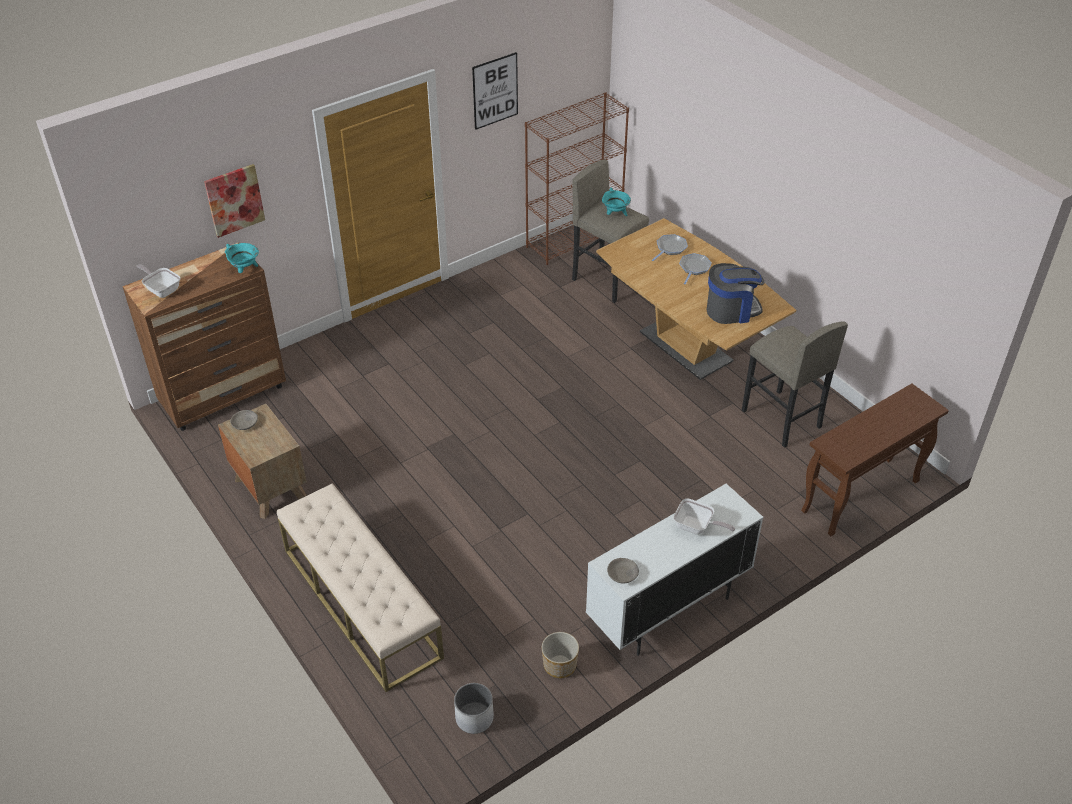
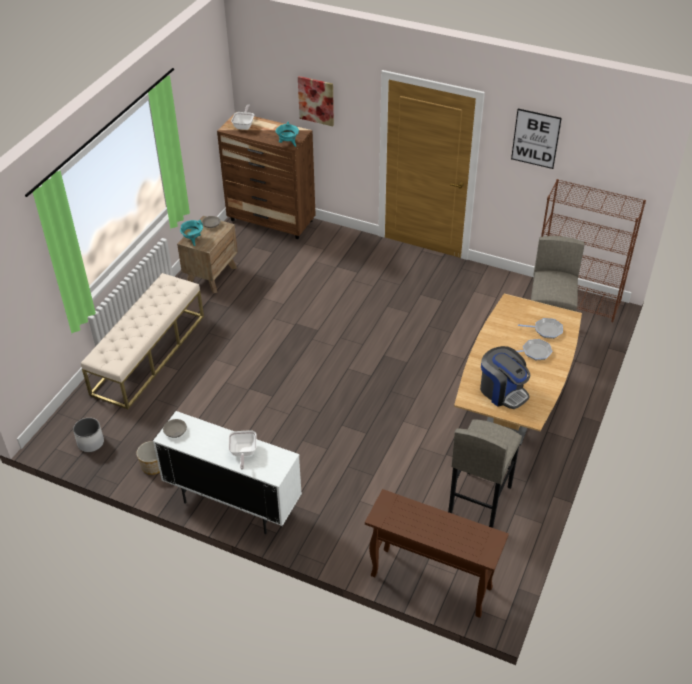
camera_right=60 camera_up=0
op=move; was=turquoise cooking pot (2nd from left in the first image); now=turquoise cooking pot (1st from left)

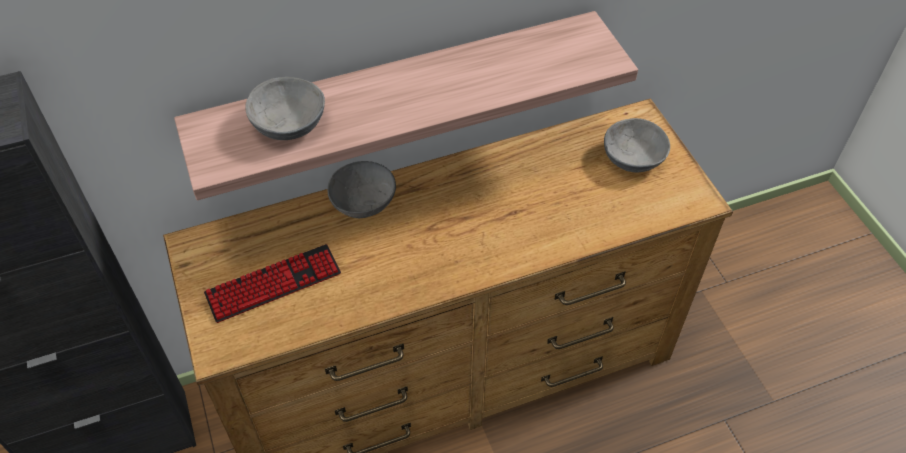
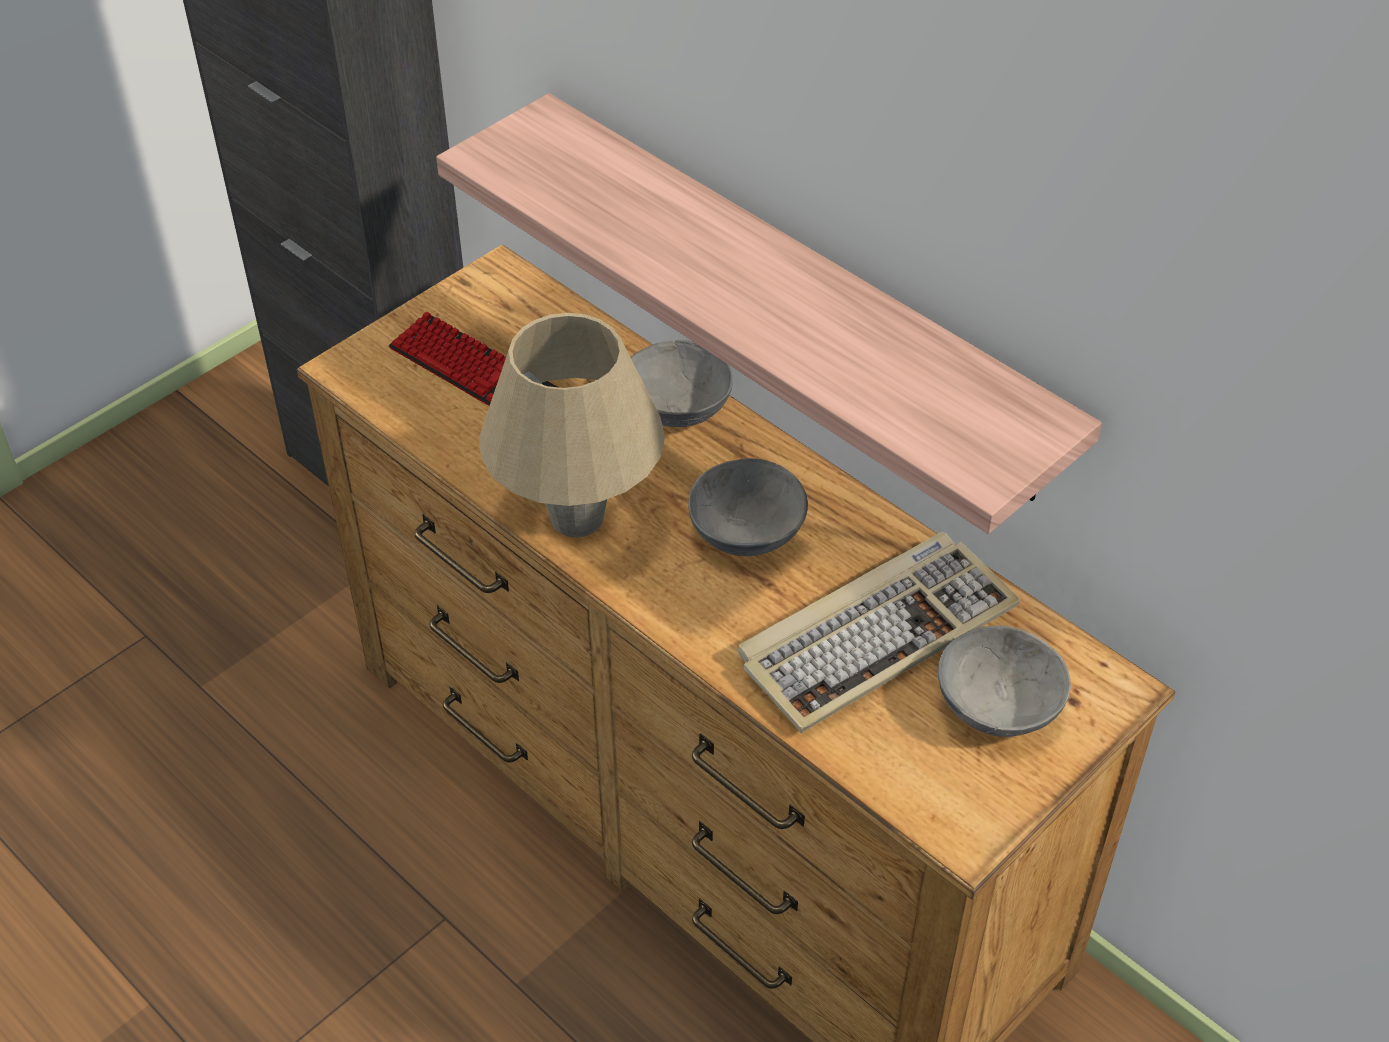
camera_right=65 camera_up=-5
op=move; was=grey bowl (1st from left in the first image); now=grey bowl (2nd from left)
op=insert; now=beige table lamp
op=insert; now=keyboard (2nd from left)

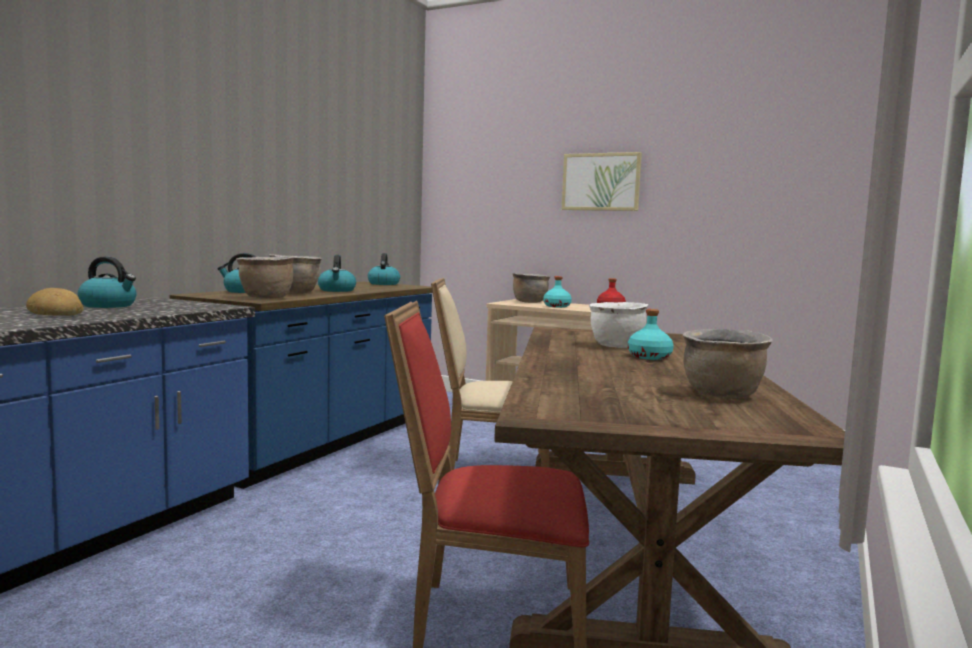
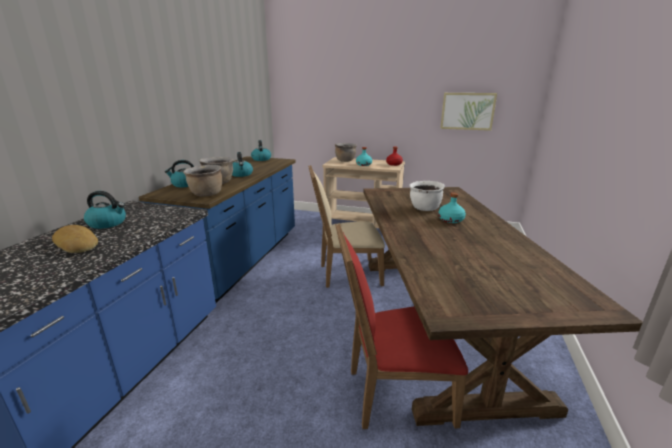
camera_right=-10 camera_up=15
op=move; was=picture
op=delete; was=brown cooking pot (4th from left)

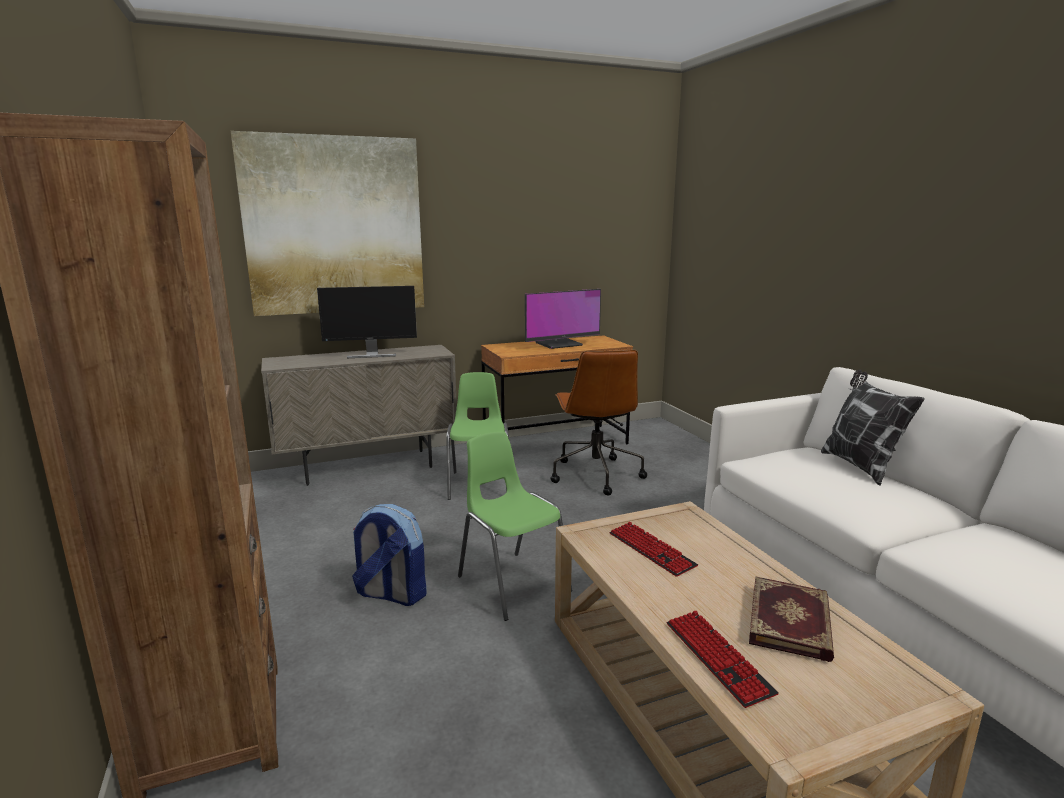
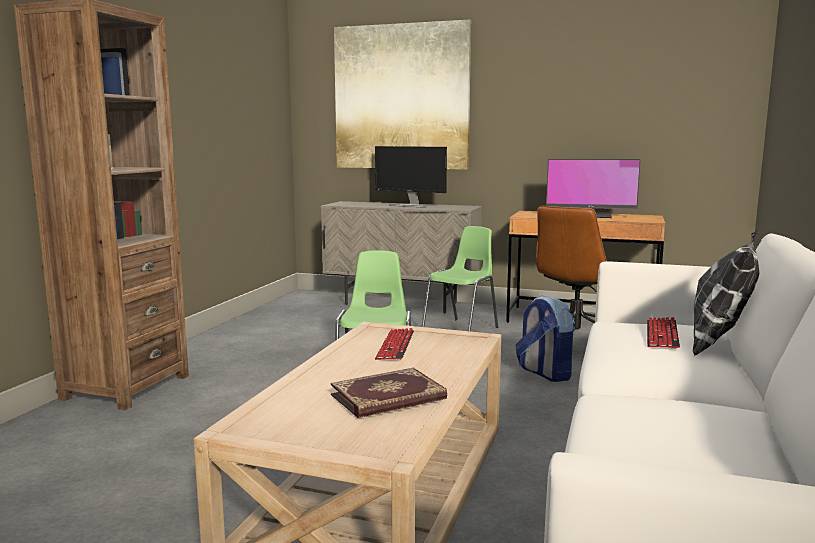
camera_right=40 camera_up=-5
op=move; was=backpack
op=move; was=keyboard (2nd from left)

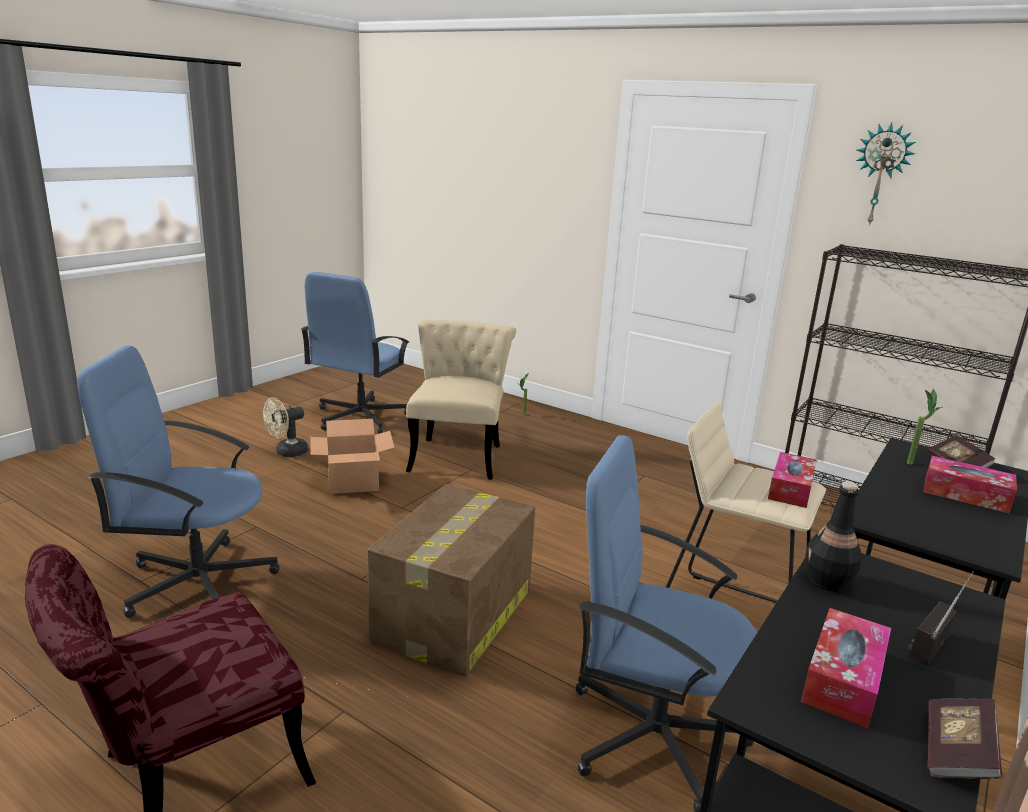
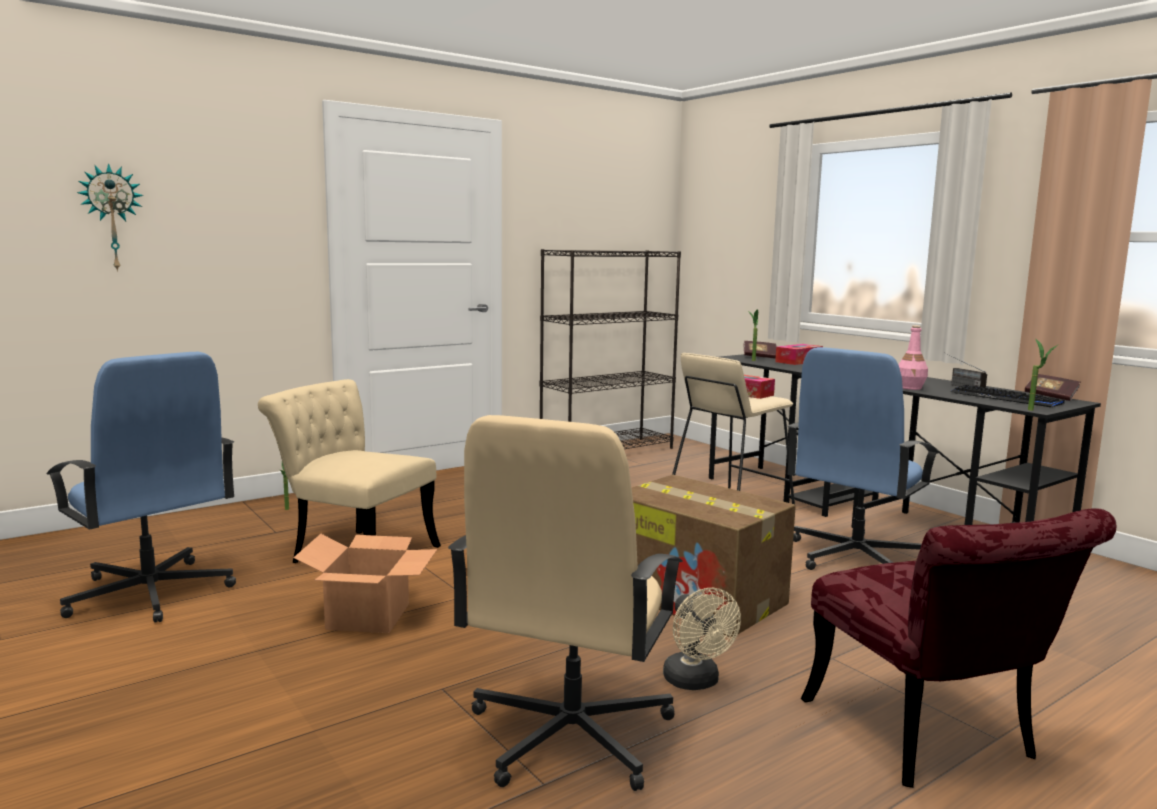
camera_right=-70 camera_up=-10
op=recolor; was=blue office chair (1st from left); now=beige office chair
op=move; was=beige fan
op=replace; was=tissue box (2nd from left); now=keyboard
op=recolor; was=black bottle; now=pink bottle
op=move; was=wall clock
op=insert; now=potted plant (3rd from left)

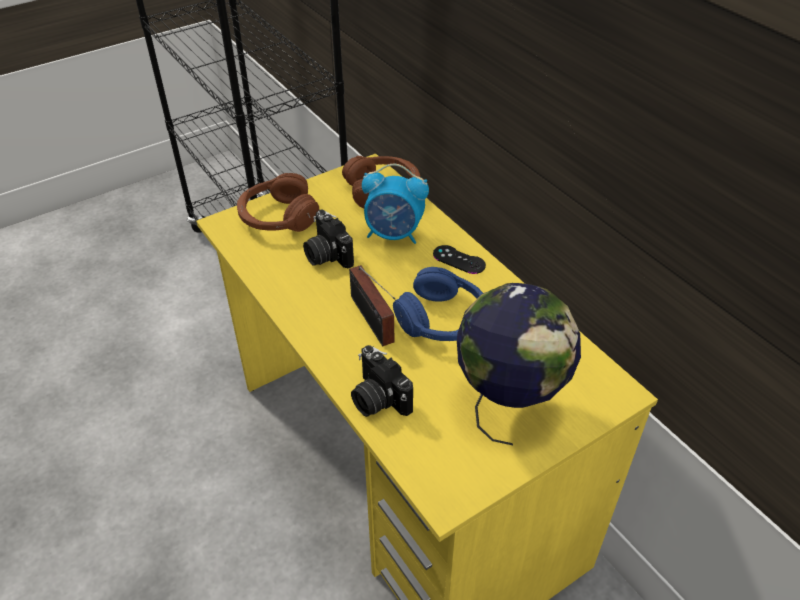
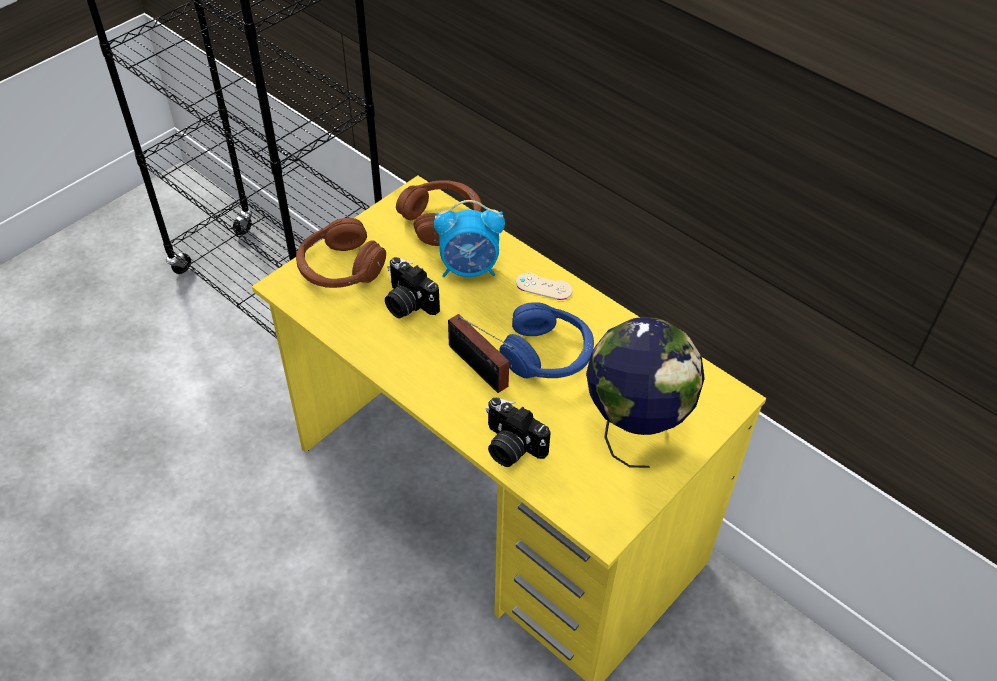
camera_right=-15 camera_up=5
op=recolor; was=black game controller; now=beige game controller

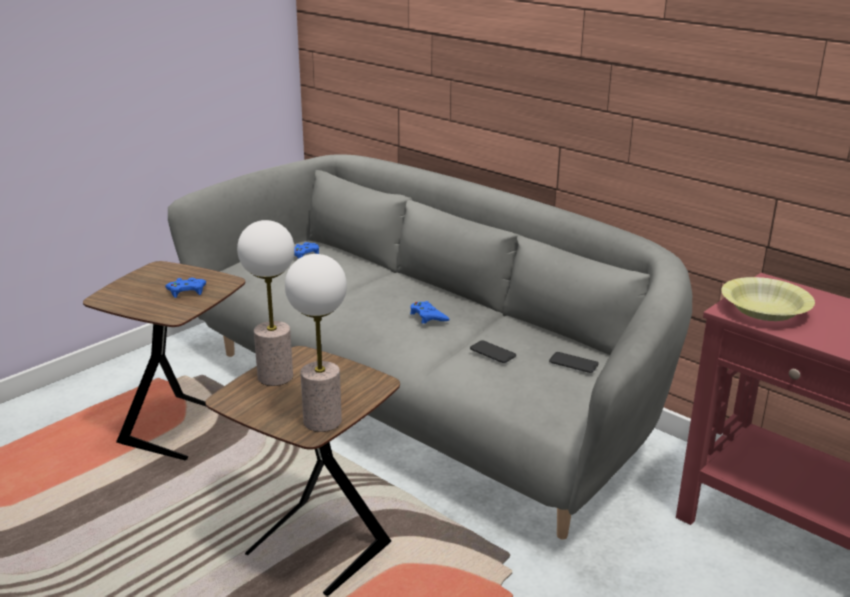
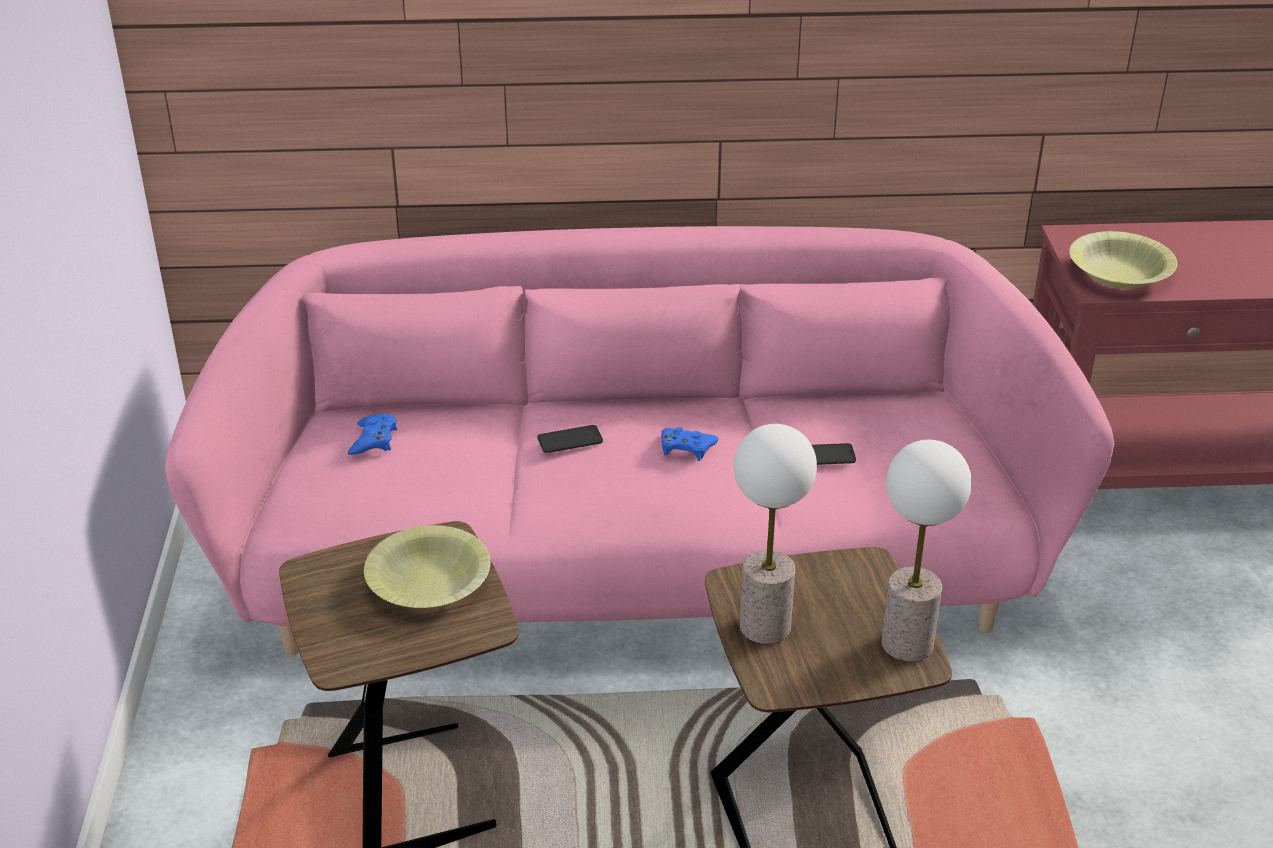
camera_right=-45 camera_up=10
op=replace; was=blue game controller (1st from left); now=yellow bowl (1st from left)
op=recolor; was=grey sofa; now=pink sofa
op=move; was=phone (2nd from left in the first image); now=phone (1st from left)

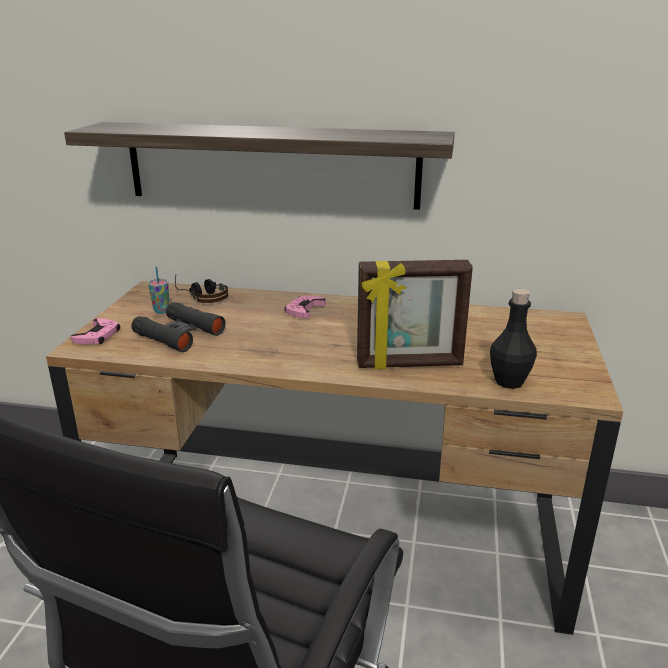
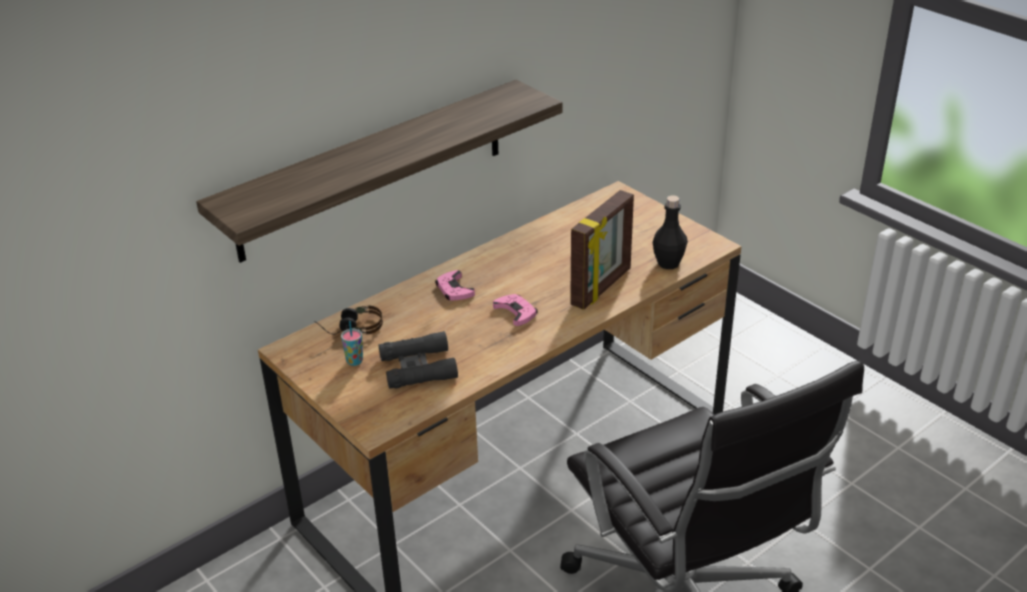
camera_right=-50 camera_up=10
op=move; was=pink game controller (1st from left in the first image); now=pink game controller (2nd from left)

